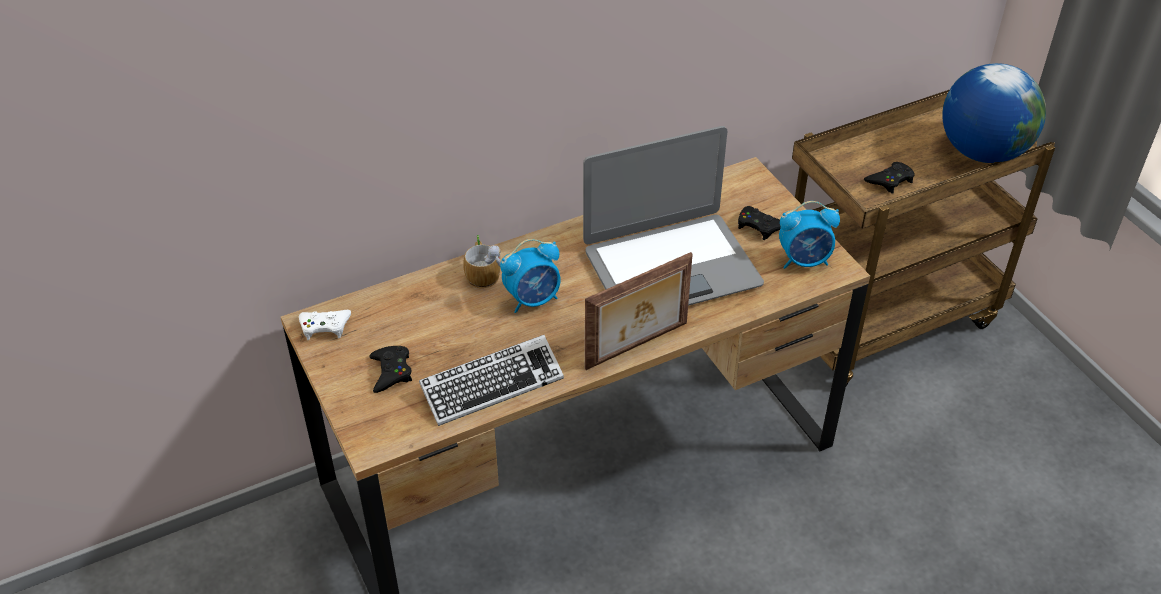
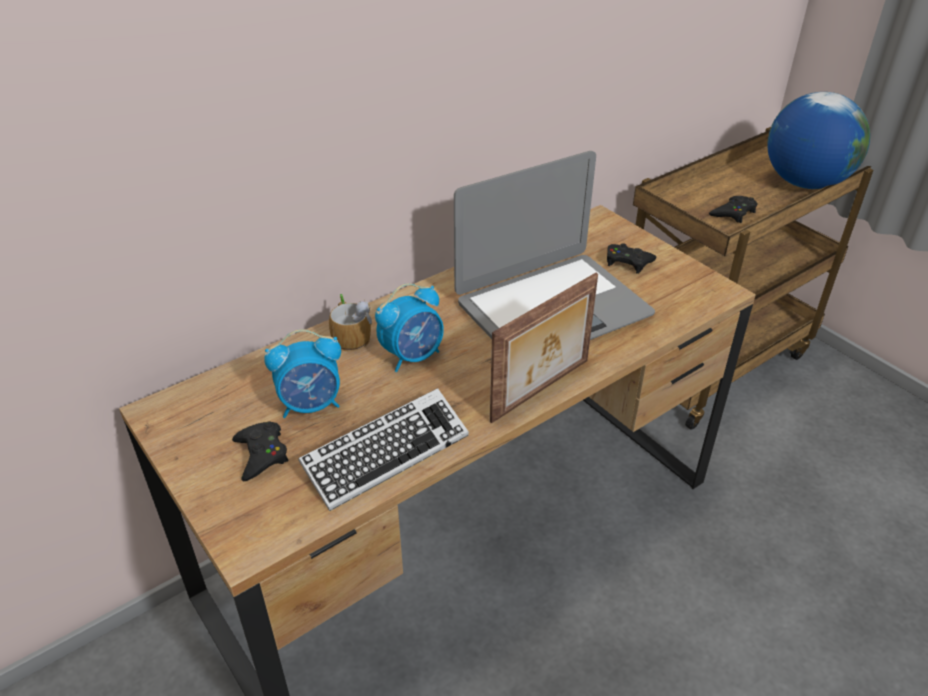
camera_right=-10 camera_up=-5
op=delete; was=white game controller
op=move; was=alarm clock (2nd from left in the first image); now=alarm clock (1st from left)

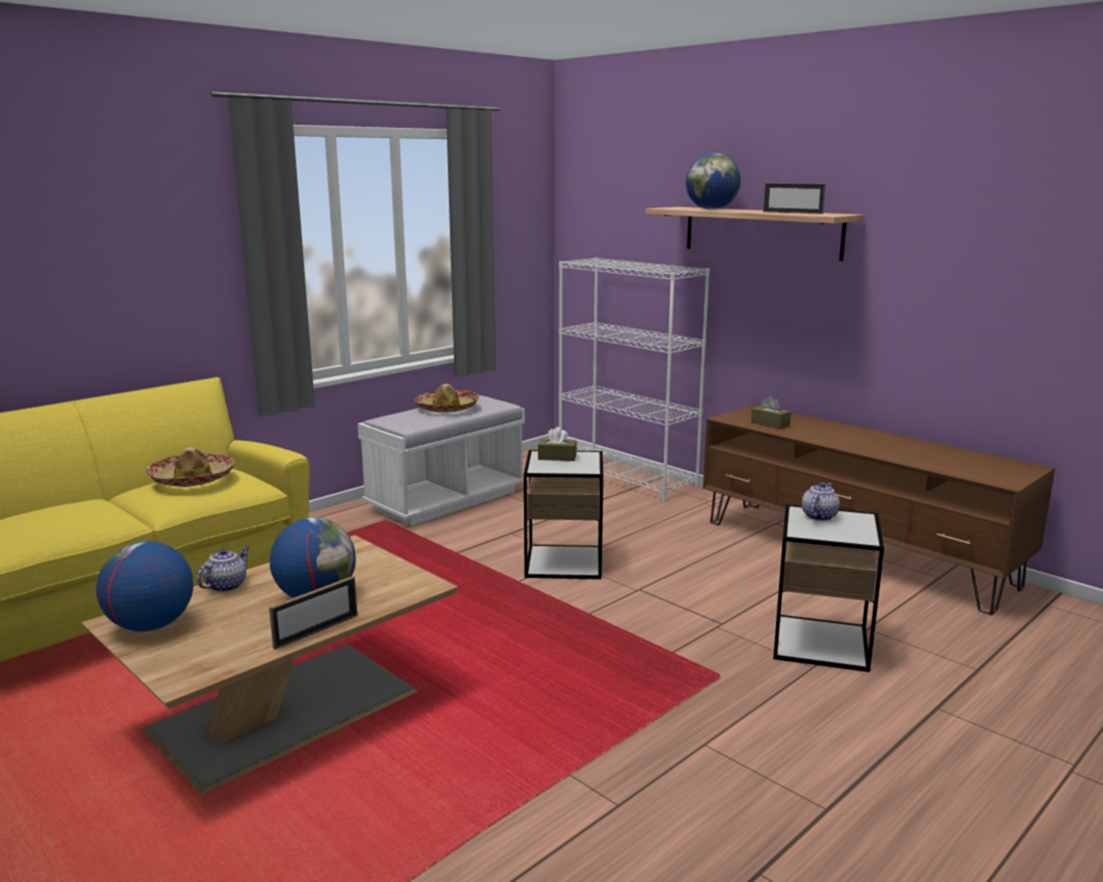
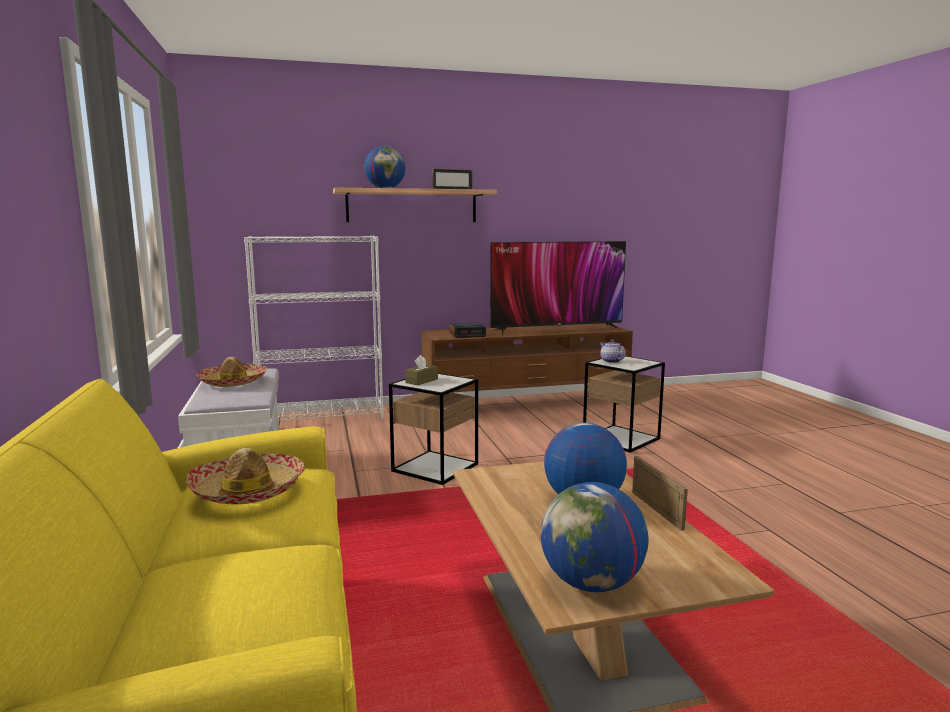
camera_right=-60 camera_up=-5
op=delete; was=teapot (1st from left)
op=replace; was=brown tissue box (2nd from left); now=alarm clock
op=insert; now=television

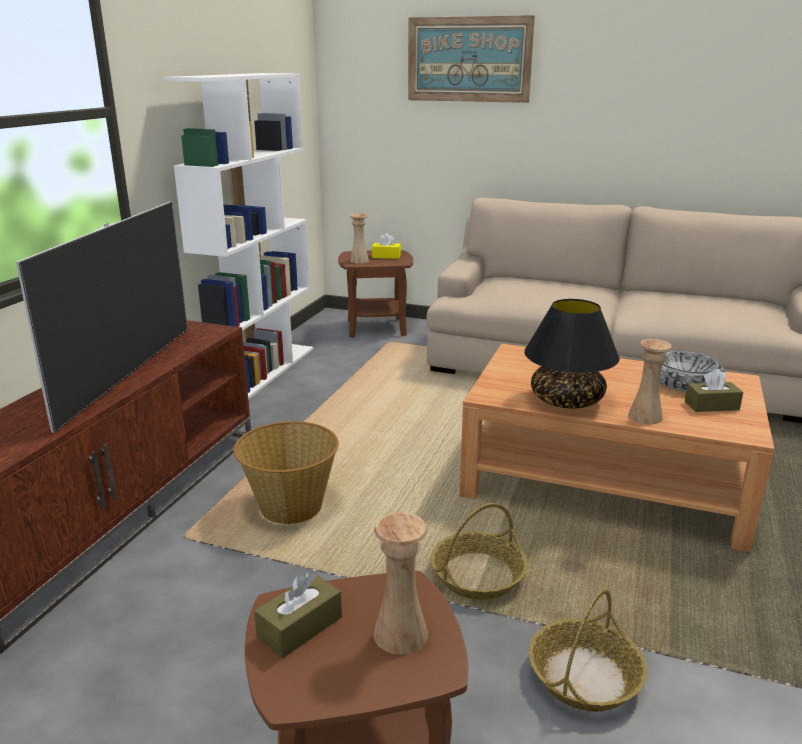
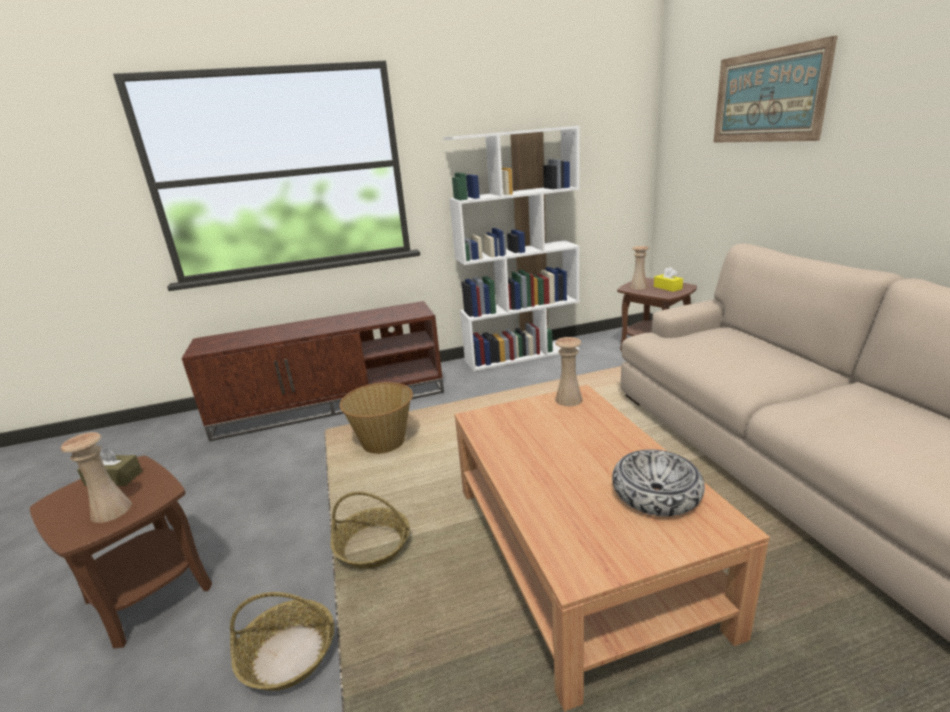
camera_right=55 camera_up=0
op=delete; was=television
op=delete; was=black table lamp
op=move; was=beige vase (3rd from left in the first image); now=beige vase (2nd from left)
op=delete; was=brown tissue box (2nd from left)

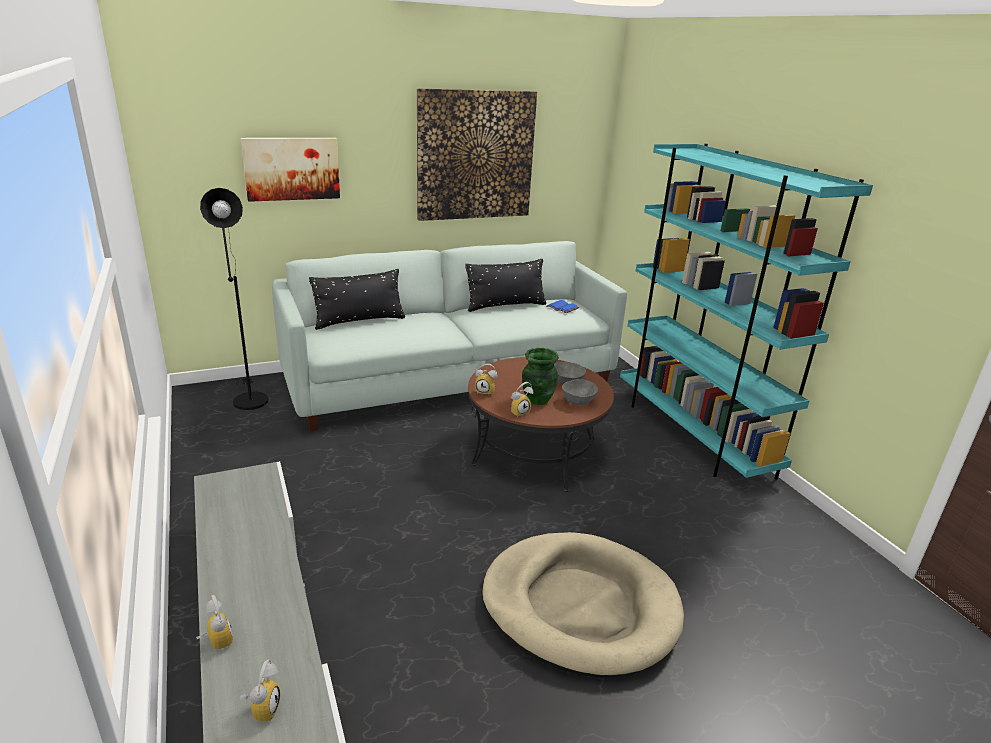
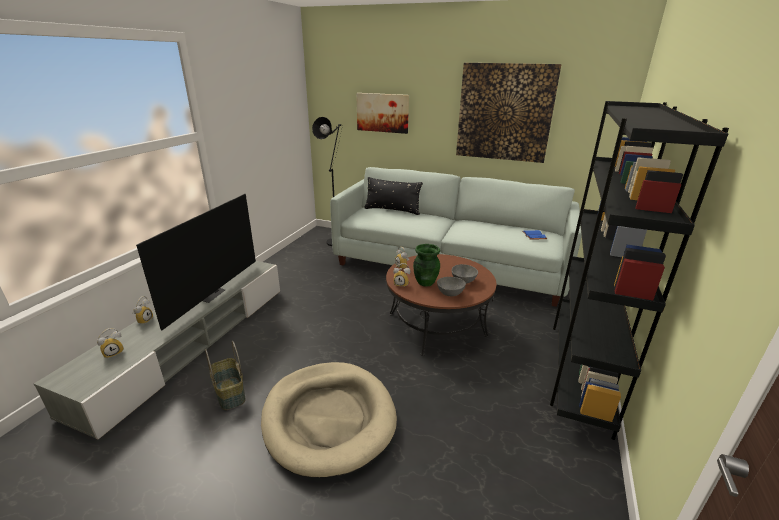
camera_right=45 camera_up=0
op=delete; was=black pillow (2nd from left)
op=recolor; was=turquoise bookcase; now=black bookcase
op=insert; now=television
op=insert; now=basket

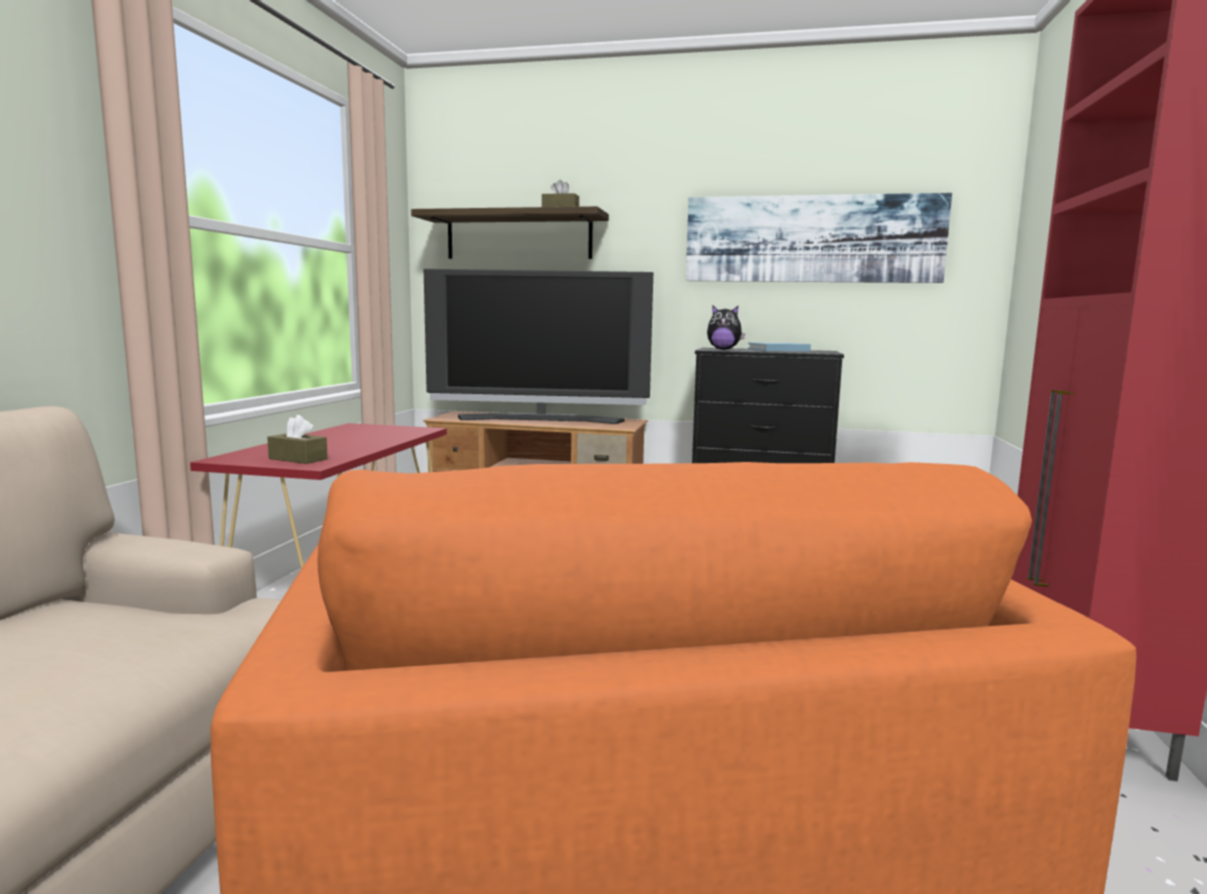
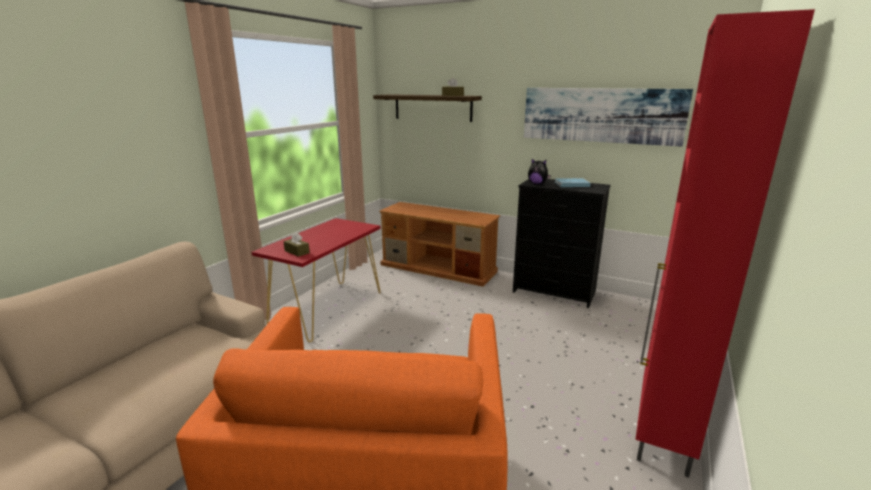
camera_right=15 camera_up=10
op=delete; was=television

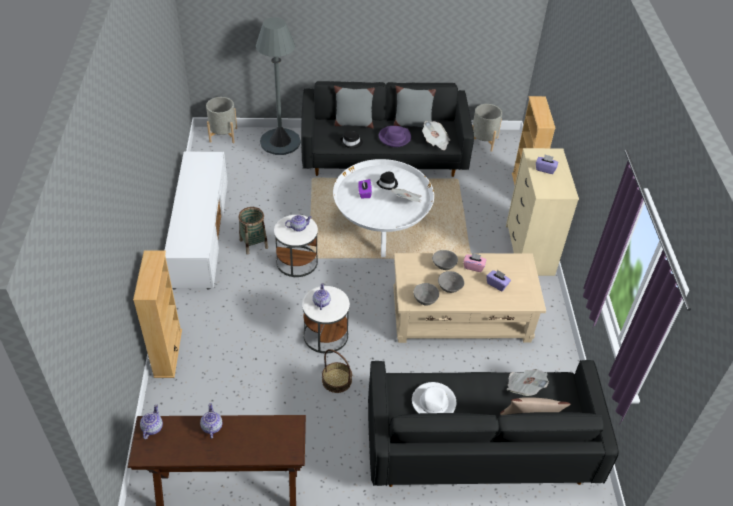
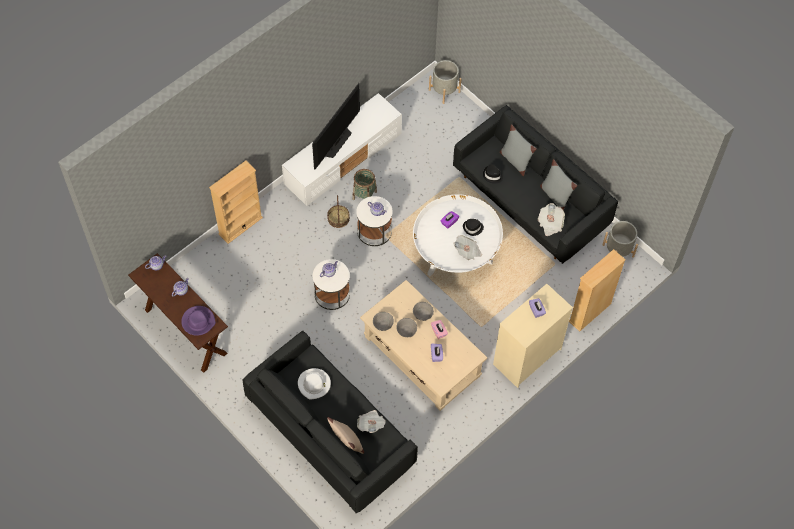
camera_right=50 camera_up=15
op=delete; was=grey floor lamp
op=move; was=basket (2nd from left in the first image); now=basket (1st from left)
op=move; was=purple hat
op=insert; now=television

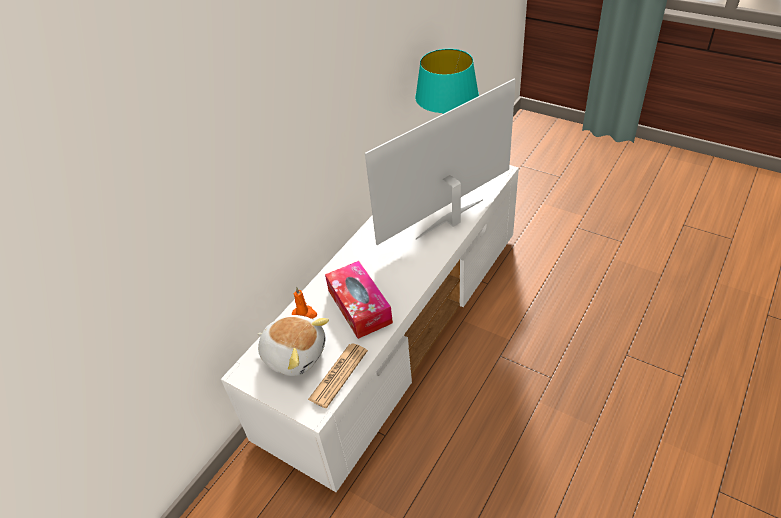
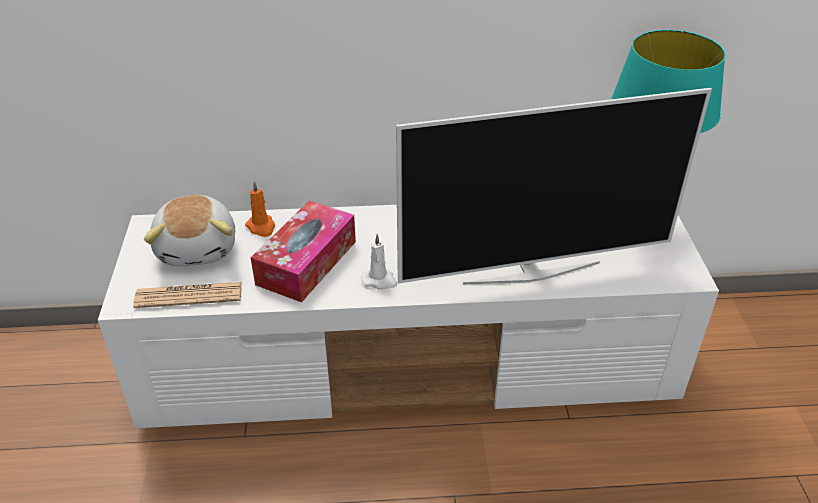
camera_right=50 camera_up=-5
op=rotate; was=television; clockwise=150
op=insert; now=white candle

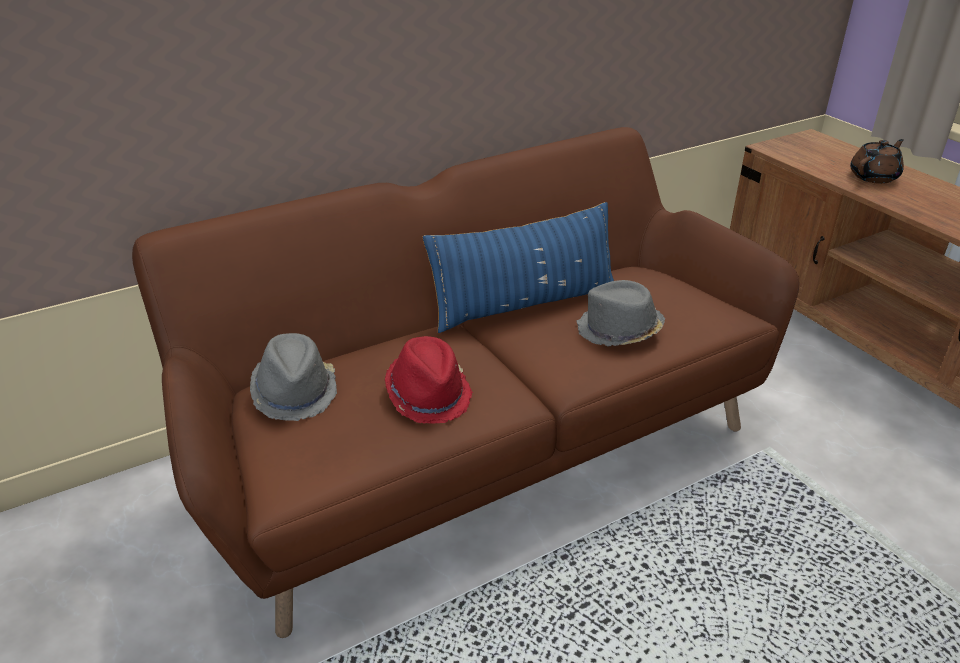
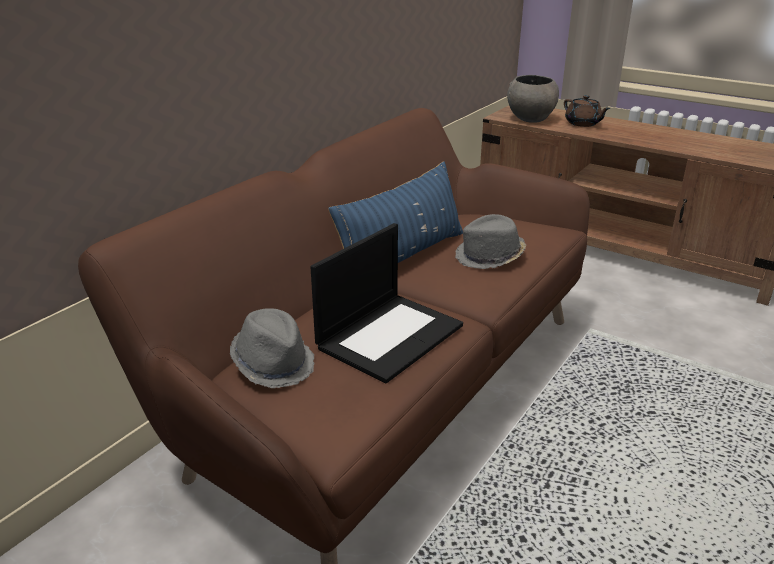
camera_right=-25 camera_up=-5
op=replace; was=red hat; now=laptop
op=rotate; was=brown teapot; clockwise=120
op=insert; now=grey bowl

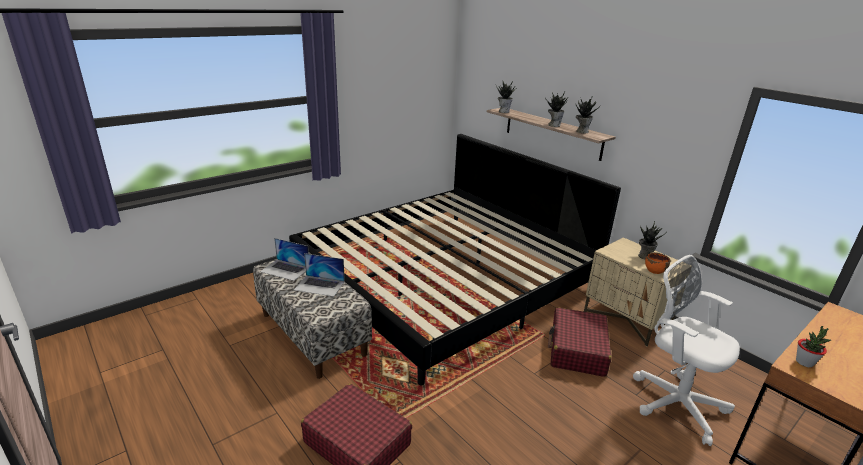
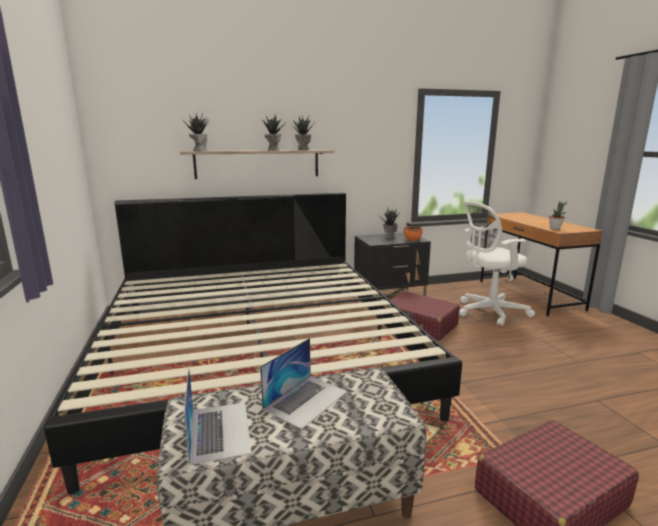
camera_right=-65 camera_up=-10
op=rotate; was=laptop (1st from left); clockwise=-60
op=recolor; was=beige nightstand; now=black nightstand

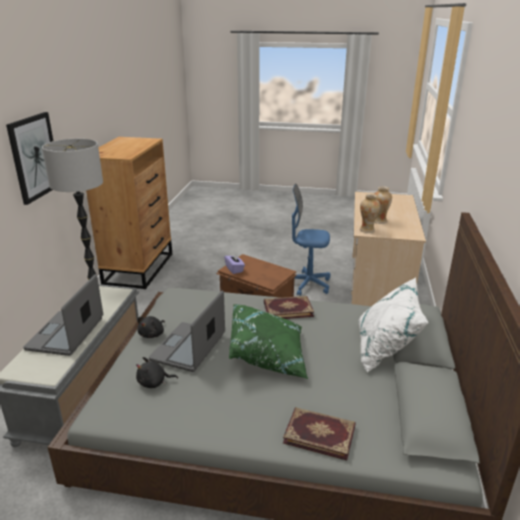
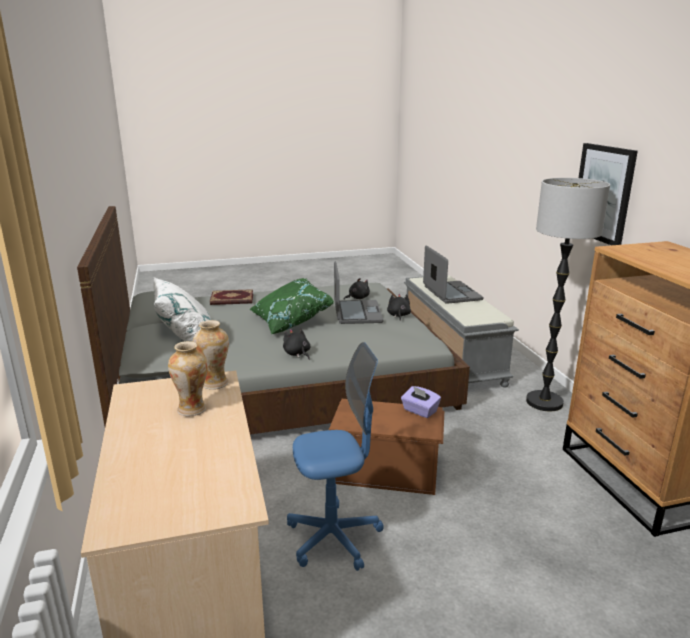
camera_right=155 camera_up=-5
op=replace; was=book (1st from left); now=black plush toy (1st from left)

